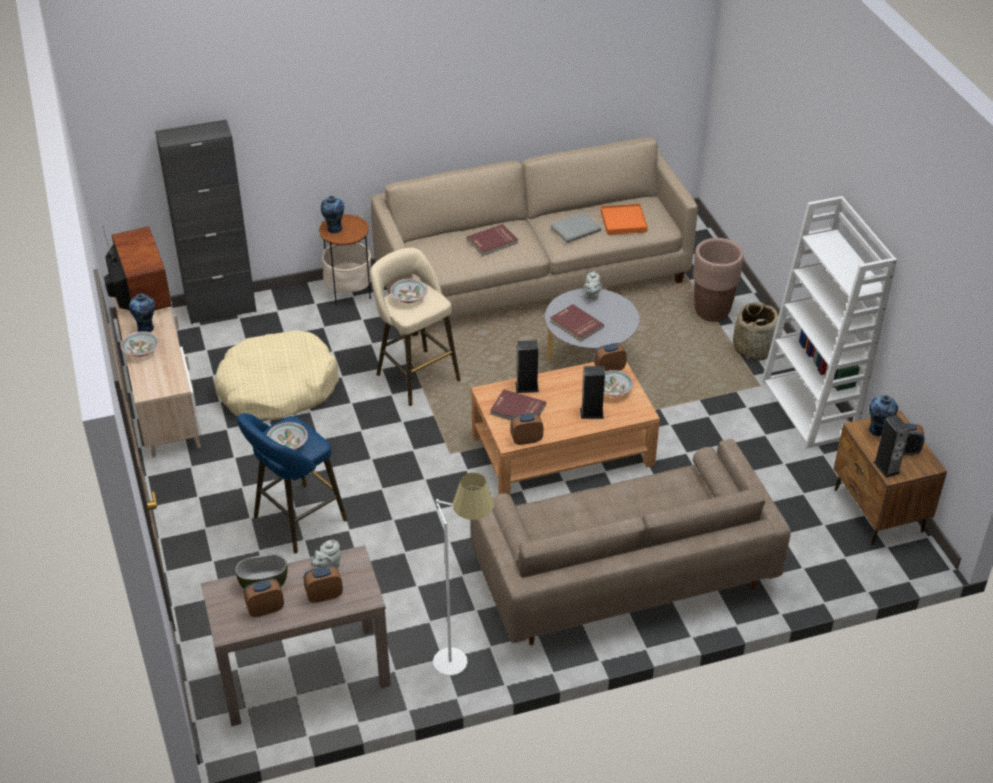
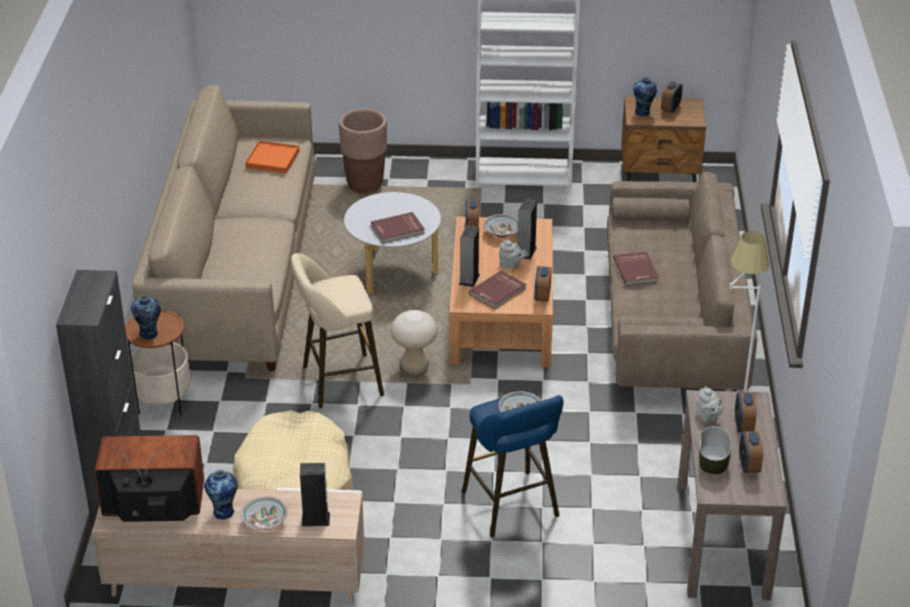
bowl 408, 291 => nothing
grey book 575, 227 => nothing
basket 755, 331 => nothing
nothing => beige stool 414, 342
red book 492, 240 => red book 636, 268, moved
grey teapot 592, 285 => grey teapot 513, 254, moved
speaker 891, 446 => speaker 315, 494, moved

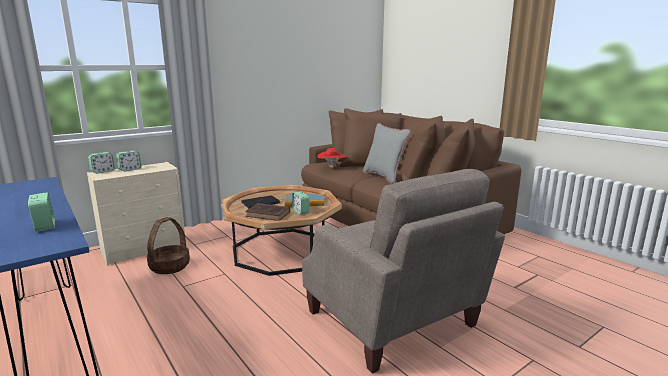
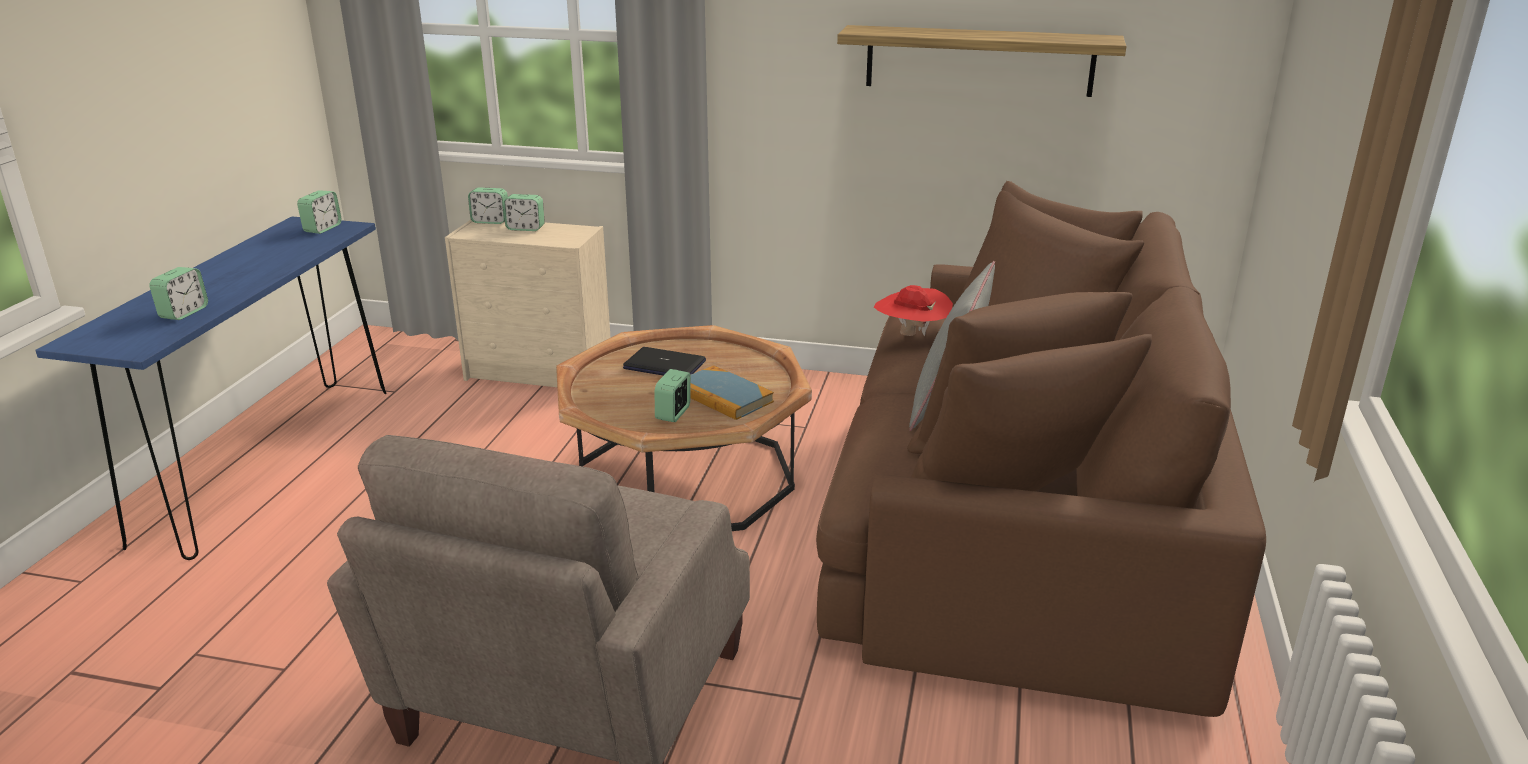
basket 168, 245 => nothing
brown book 268, 212 => nothing
nothing => alarm clock 319, 212
nothing => shelf 981, 61

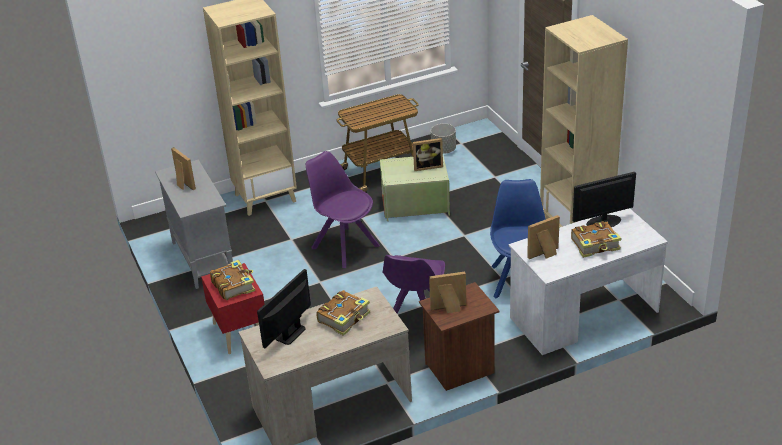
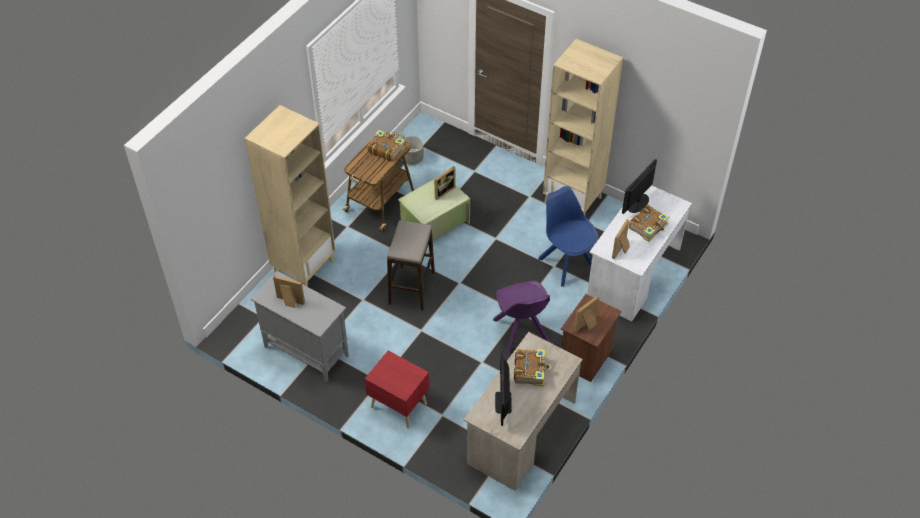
book 232, 280 => book 386, 145, moved
purple chair 343, 209 => stool 411, 265

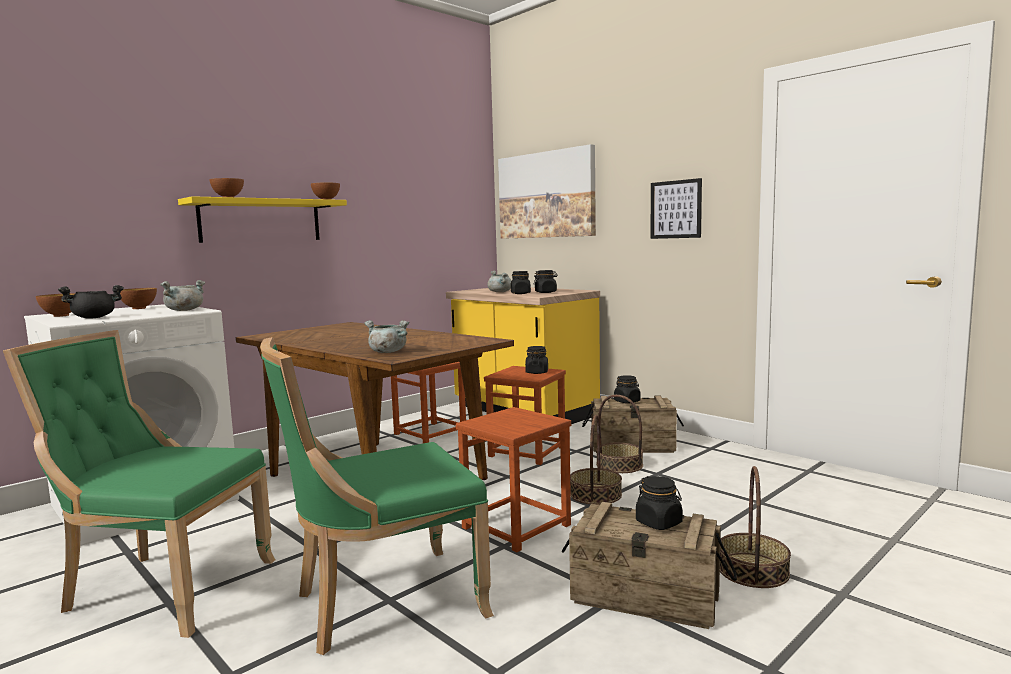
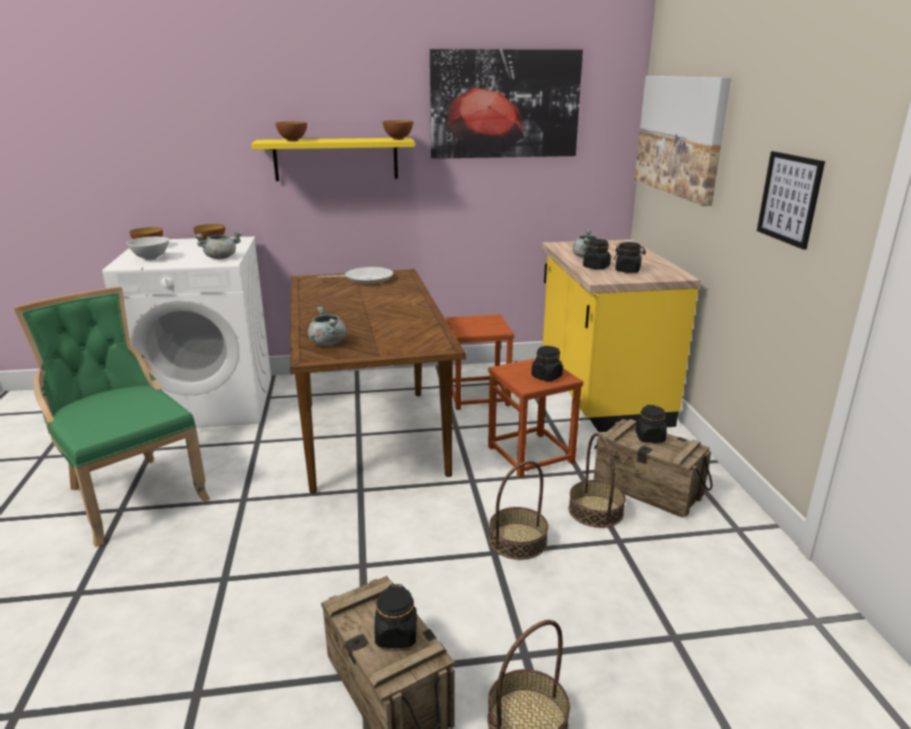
green chair 377, 496 => nothing
brown stool 513, 480 => nothing
nothing => frying pan 355, 276
nothing => picture 506, 104
black cooking pot 91, 301 => white bowl 148, 249

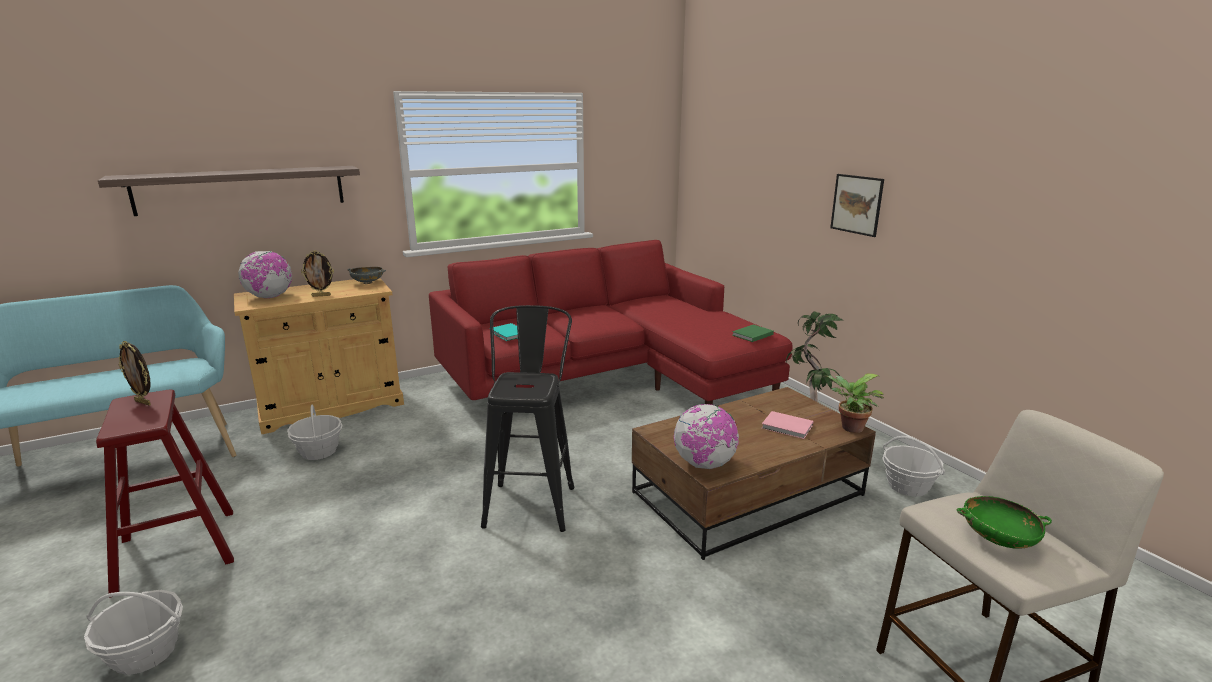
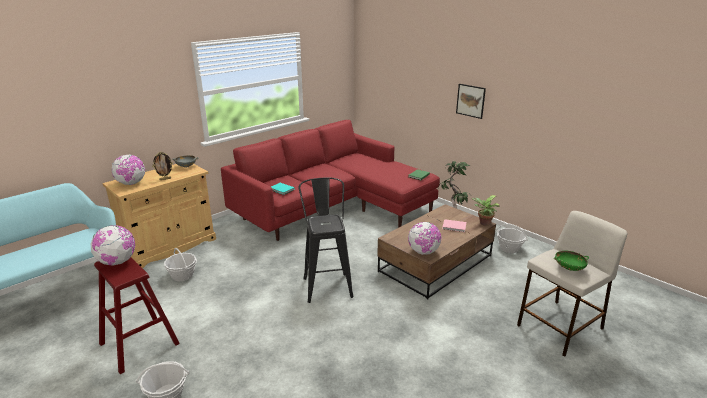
shelf 229, 191 => nothing
picture frame 134, 373 => globe 113, 245

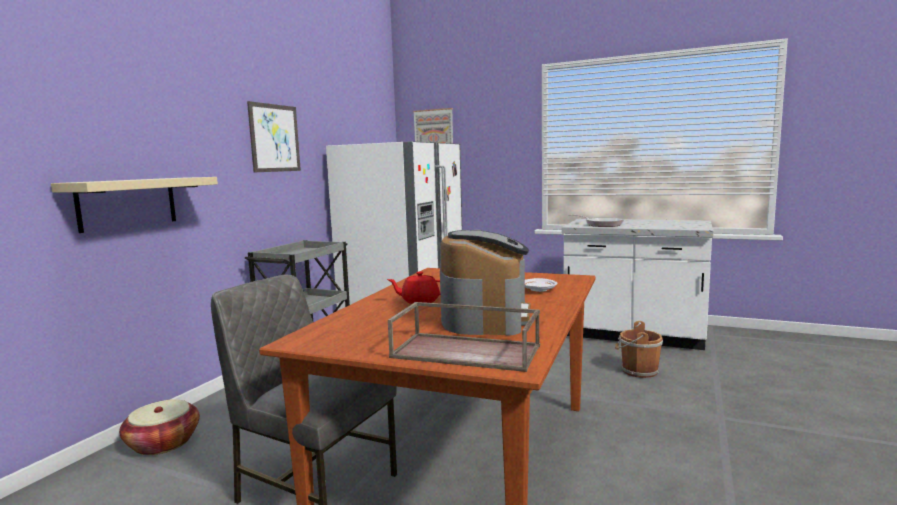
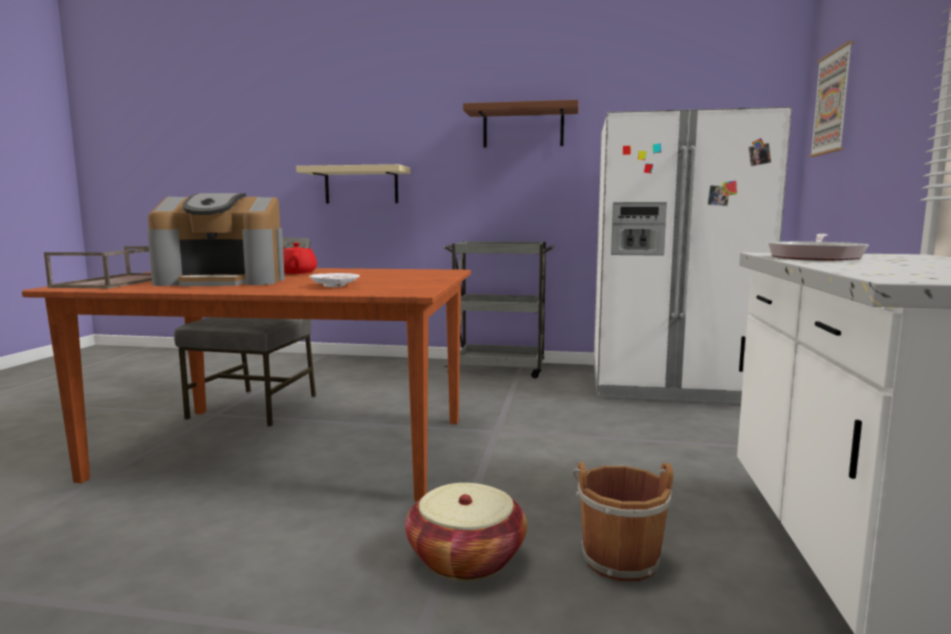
basket 159, 427 => basket 466, 532, moved
picture 274, 136 => brown shelf 521, 124

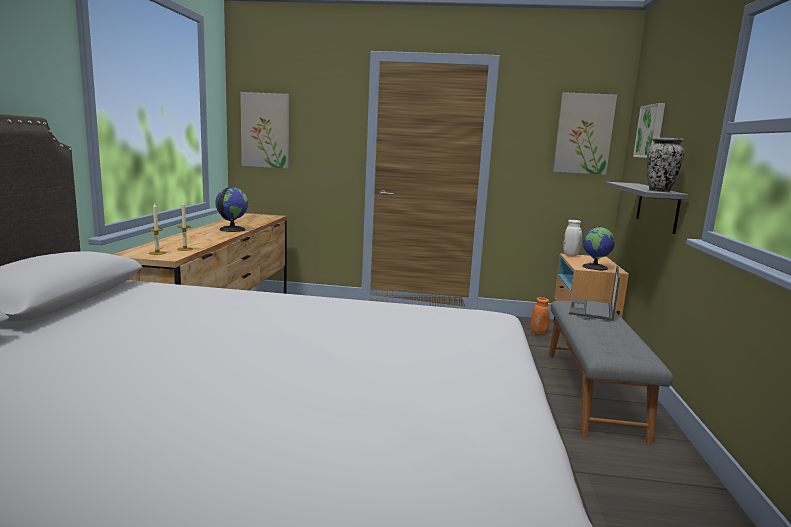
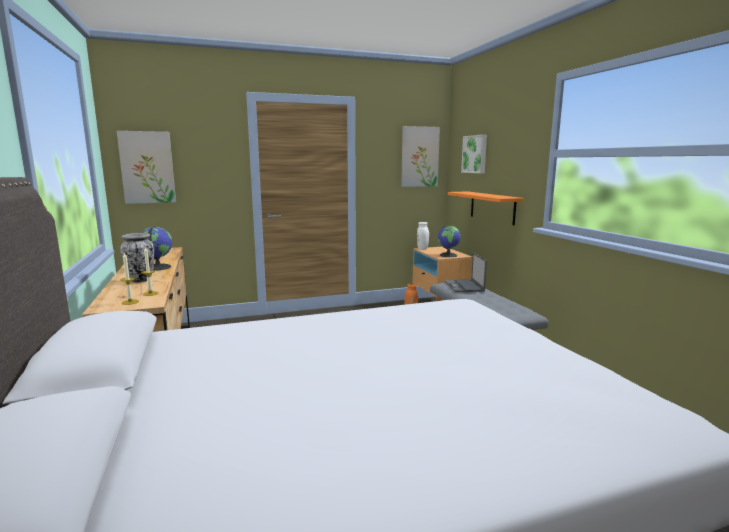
vase 665, 165 => vase 137, 258, moved
grey shelf 647, 208 => orange shelf 486, 208

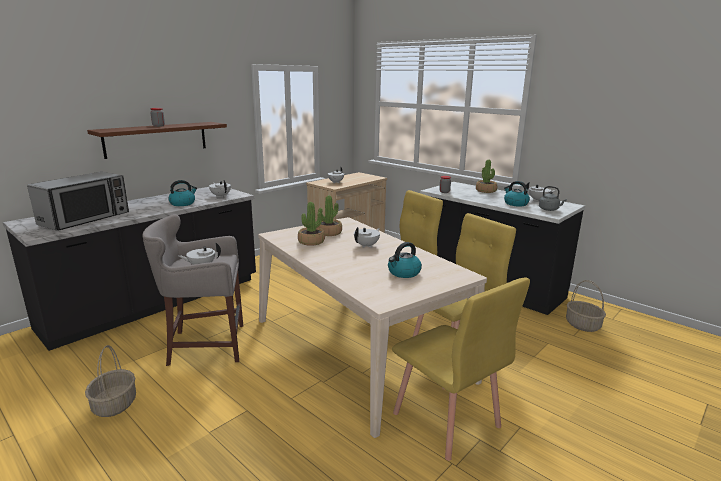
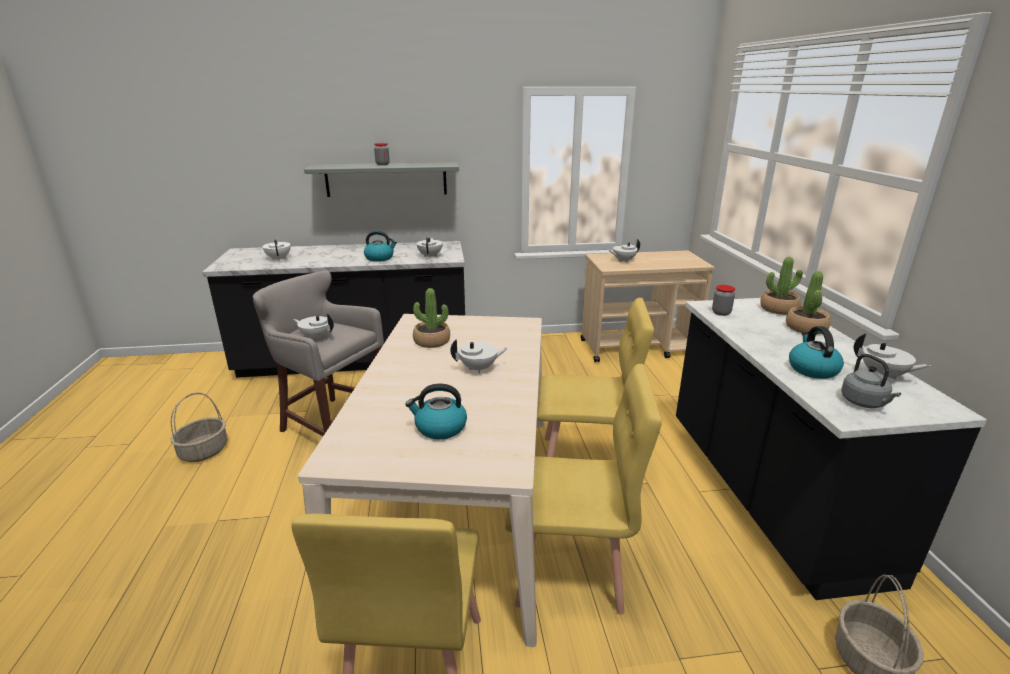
potted plant 330, 215 => potted plant 781, 286, moved
microwave 78, 201 => white teapot 276, 249
brown shelf 157, 140 => grey shelf 381, 179

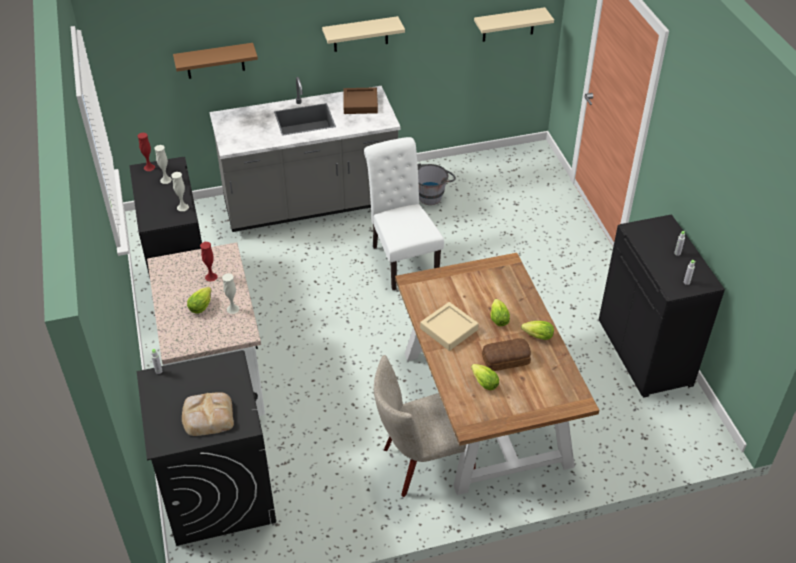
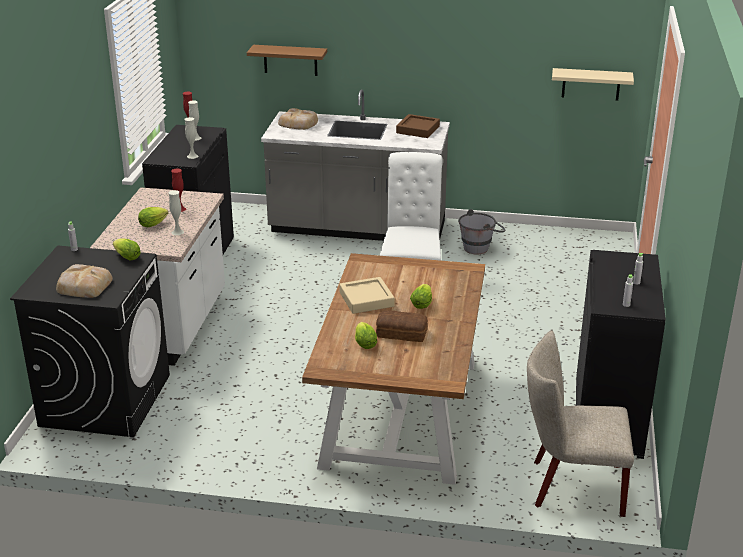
beige shelf 363, 34 => nothing
nothing => bread 298, 119
beige chair 425, 426 => beige chair 580, 424, moved
lettuce 537, 330 => lettuce 127, 249, moved

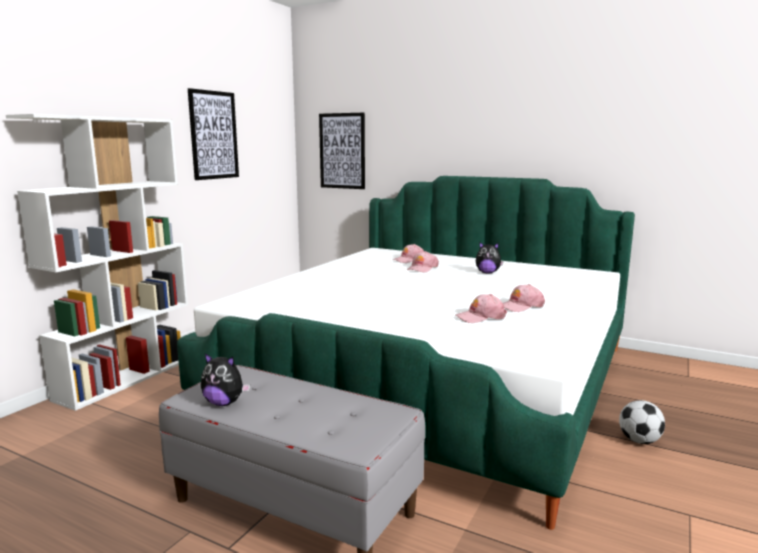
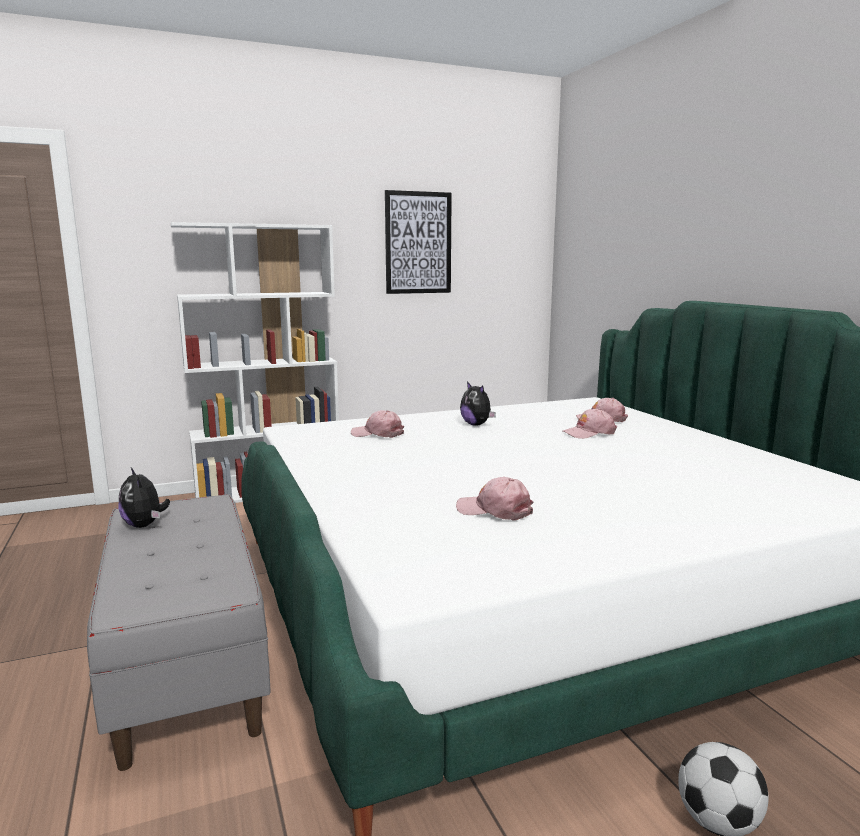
picture 342, 151 => nothing
plush toy 490, 257 => plush toy 478, 404, moved
pink cap 524, 298 => pink cap 377, 424, moved

